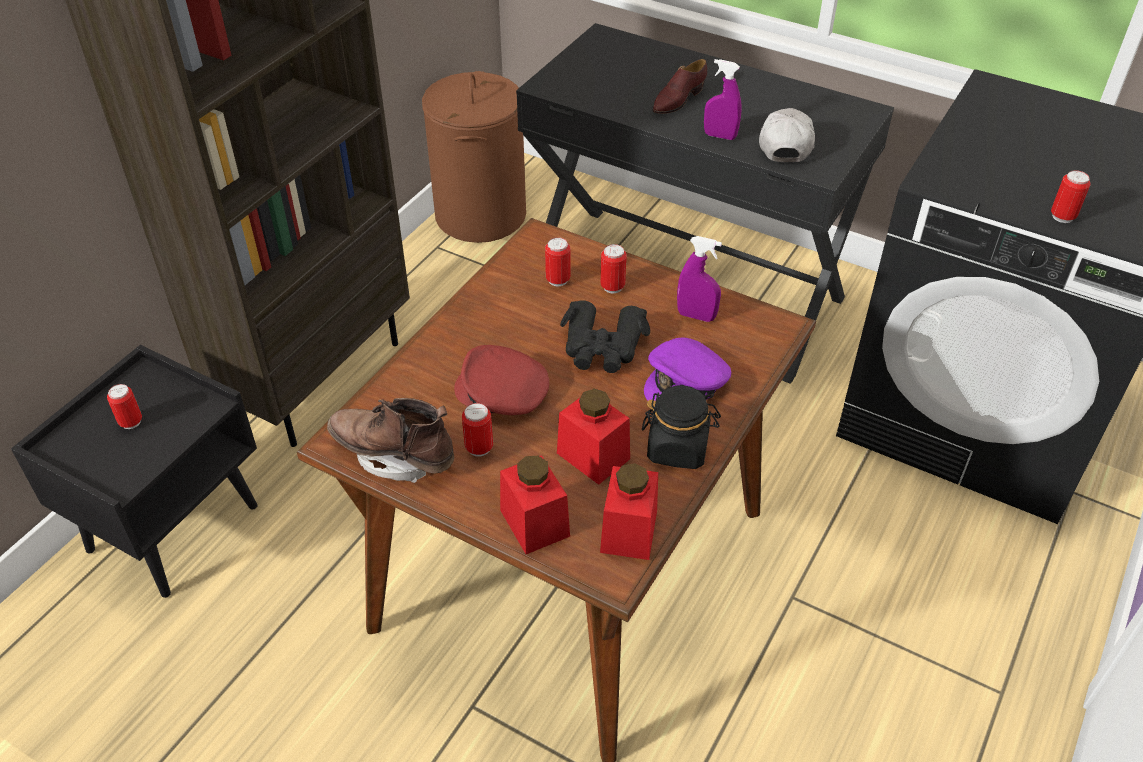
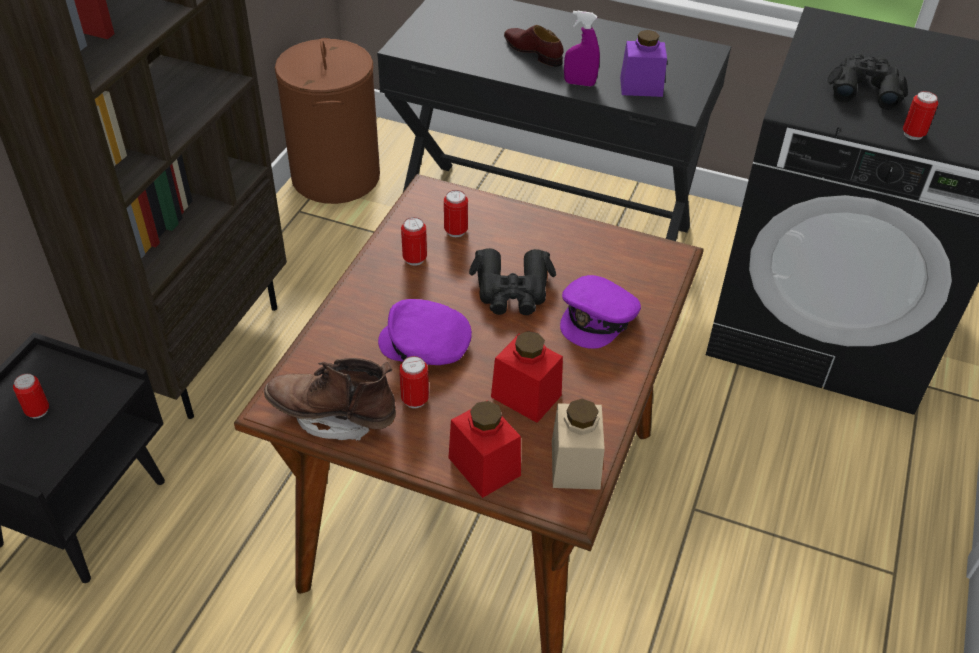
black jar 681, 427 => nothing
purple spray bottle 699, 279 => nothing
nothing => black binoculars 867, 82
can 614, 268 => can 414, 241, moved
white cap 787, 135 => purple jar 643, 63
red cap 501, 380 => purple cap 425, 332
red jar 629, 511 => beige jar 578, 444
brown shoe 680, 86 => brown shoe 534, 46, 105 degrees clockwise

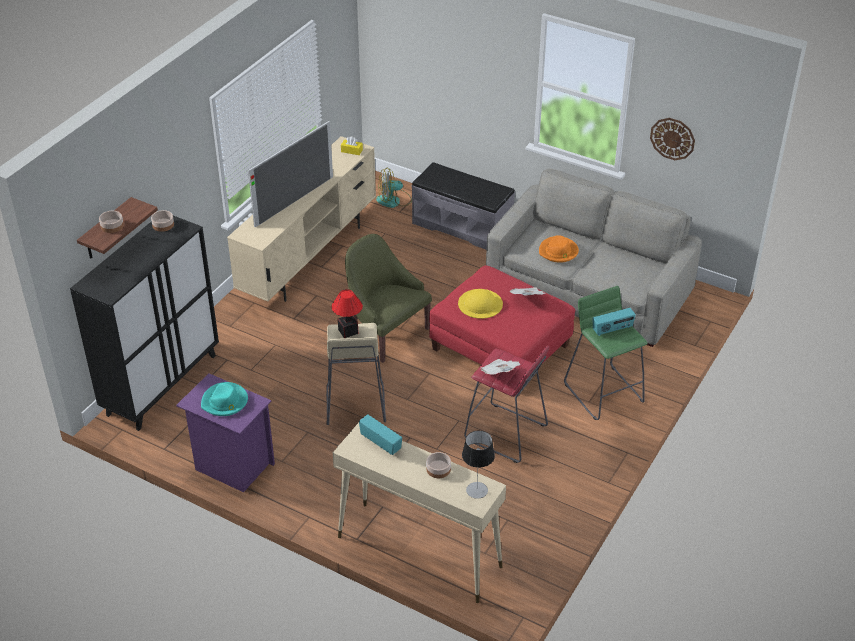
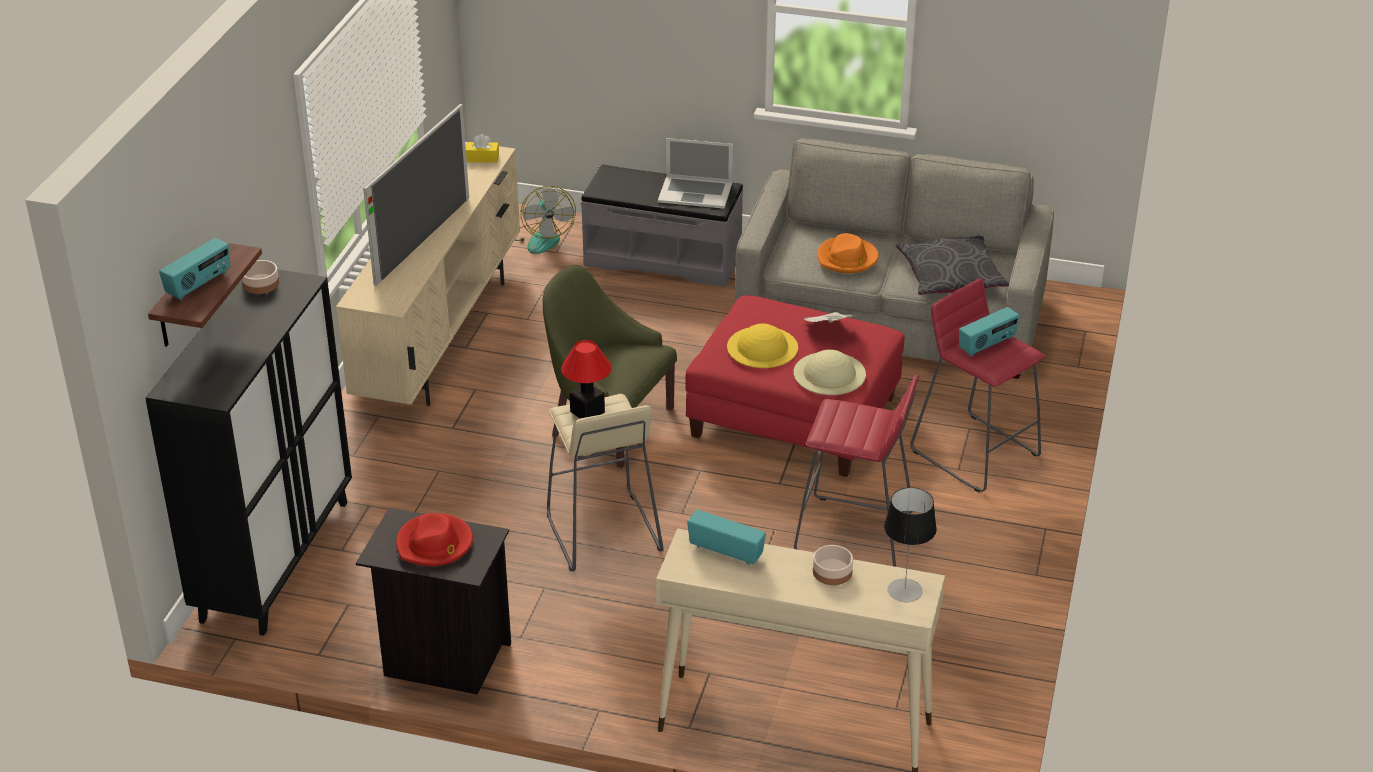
newspaper 501, 367 => nothing
wall clock 672, 139 => nothing
nothing => laptop 695, 173
nothing => beige hat 830, 372
nothing => grey pillow 952, 265
bowl 111, 222 => radio 194, 269
purple nightstand 225, 433 => black nightstand 433, 601
turquoise hat 224, 399 => red hat 434, 539
green stool 606, 353 => red stool 977, 385
fan 394, 188 => fan 545, 220, 75 degrees counterclockwise

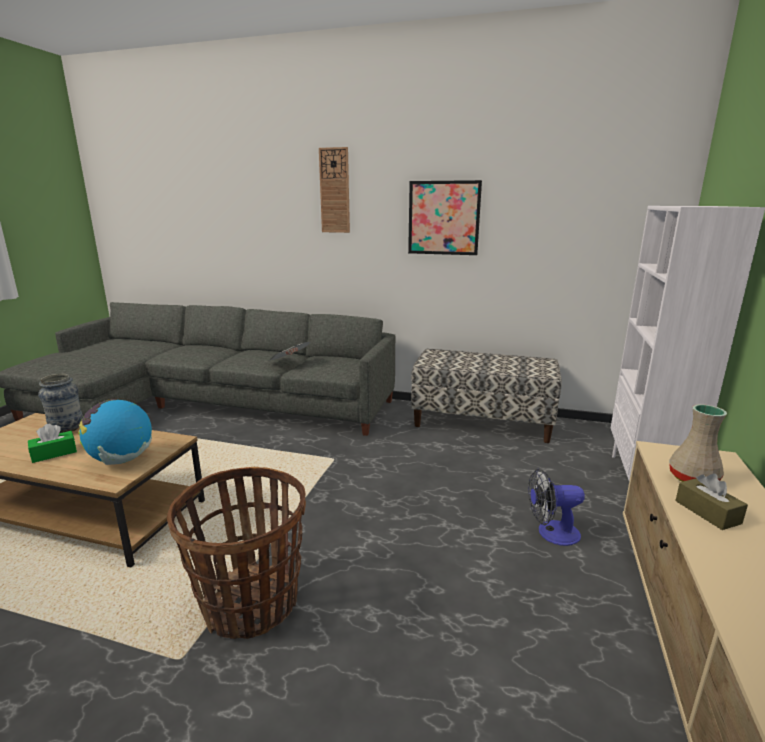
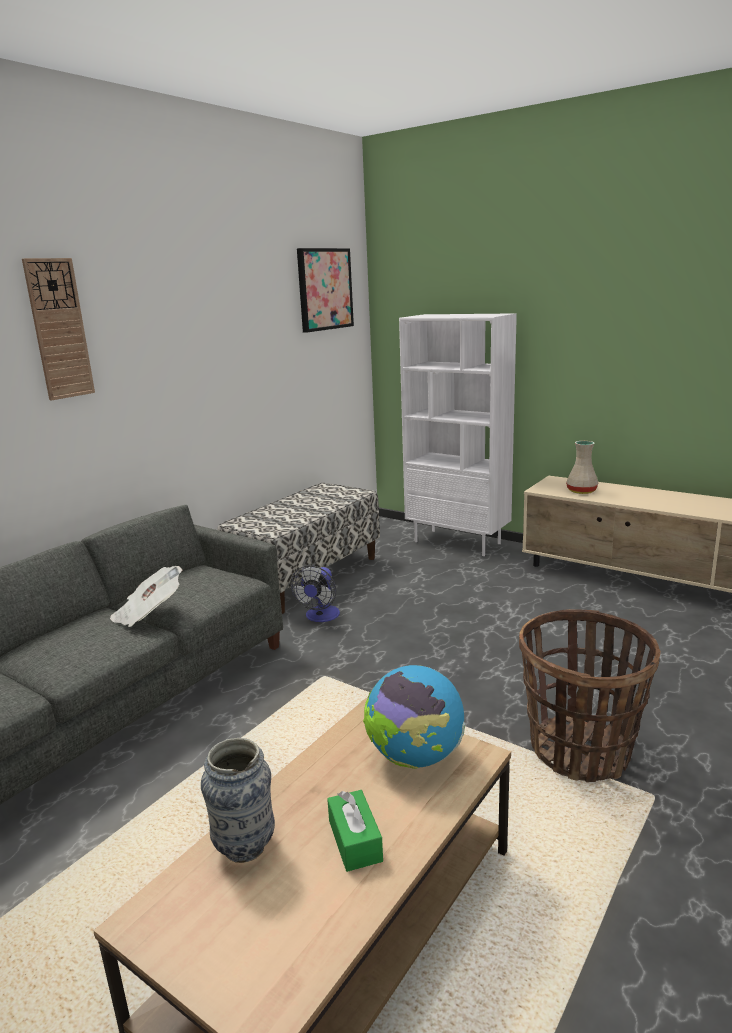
brown tissue box 711, 501 => nothing
picture 445, 217 => picture 325, 290, moved
fan 556, 507 => fan 315, 593, moved

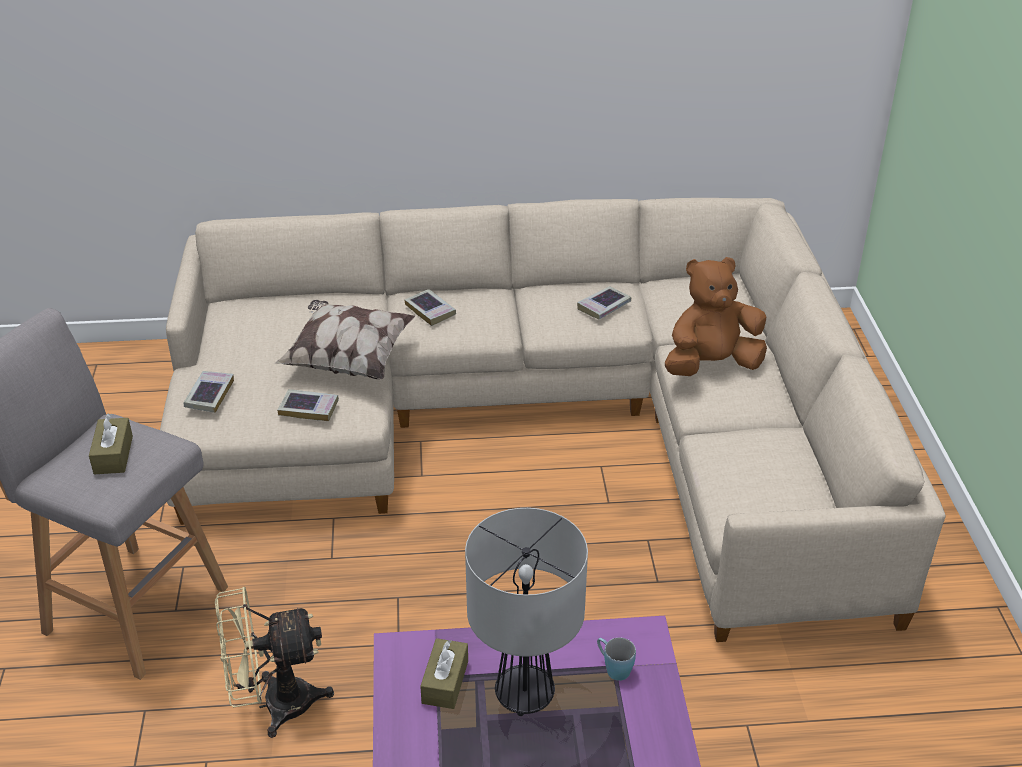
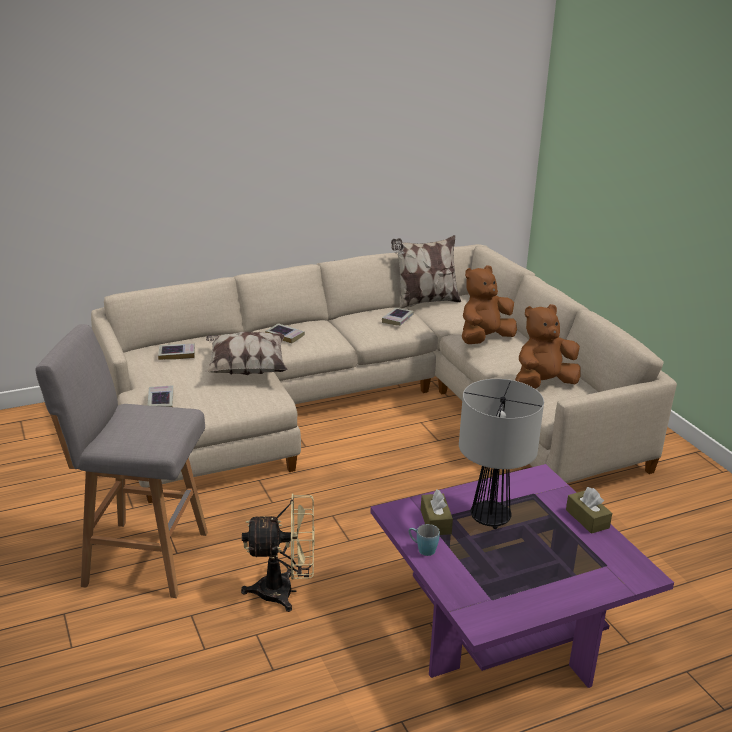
nothing => pillow 426, 272
nothing => brown plush toy 548, 346
brown tissue box 111, 444 => brown tissue box 589, 510, moved
book 308, 405 => book 176, 352, moved
blue mug 616, 659 => blue mug 424, 540, moved
beige fan 274, 662 => beige fan 277, 552, 150 degrees counterclockwise

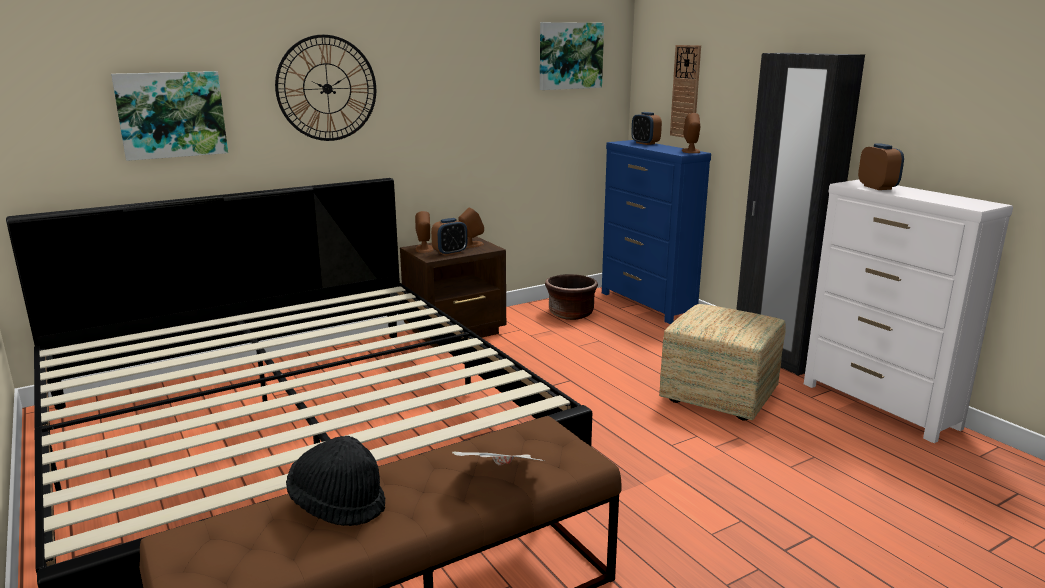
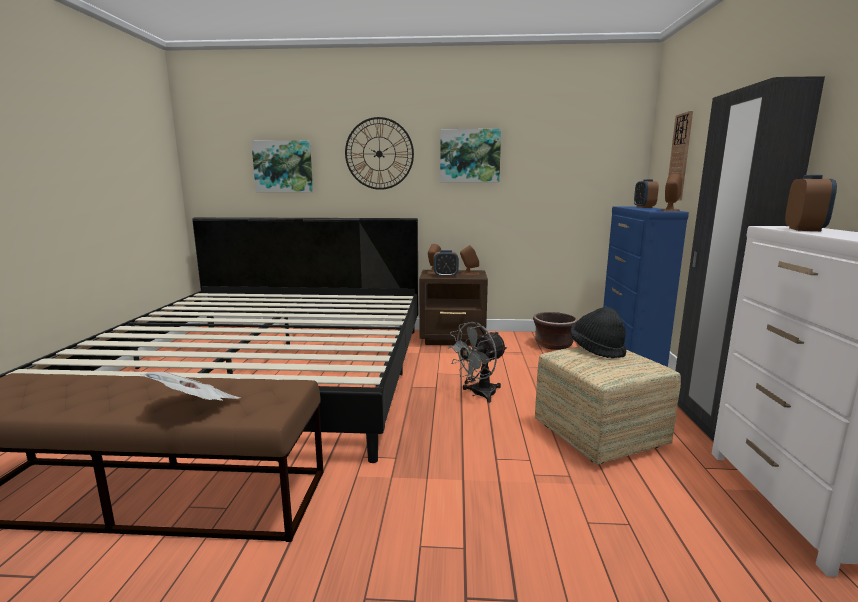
nothing => grey fan 477, 362
black hat 335, 481 => black hat 598, 332, moved
picture 572, 56 => picture 470, 155, moved

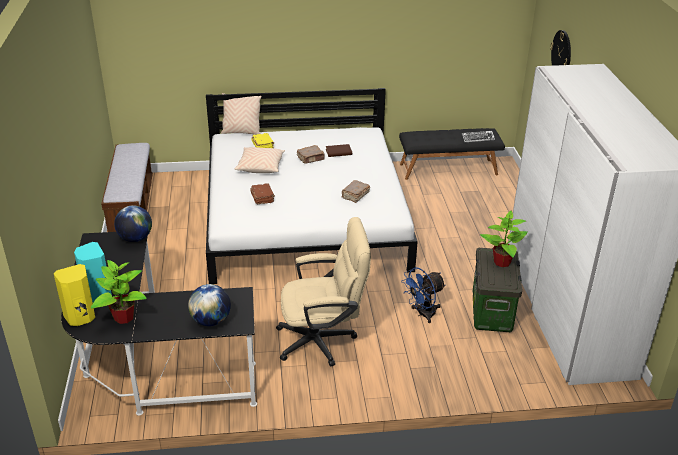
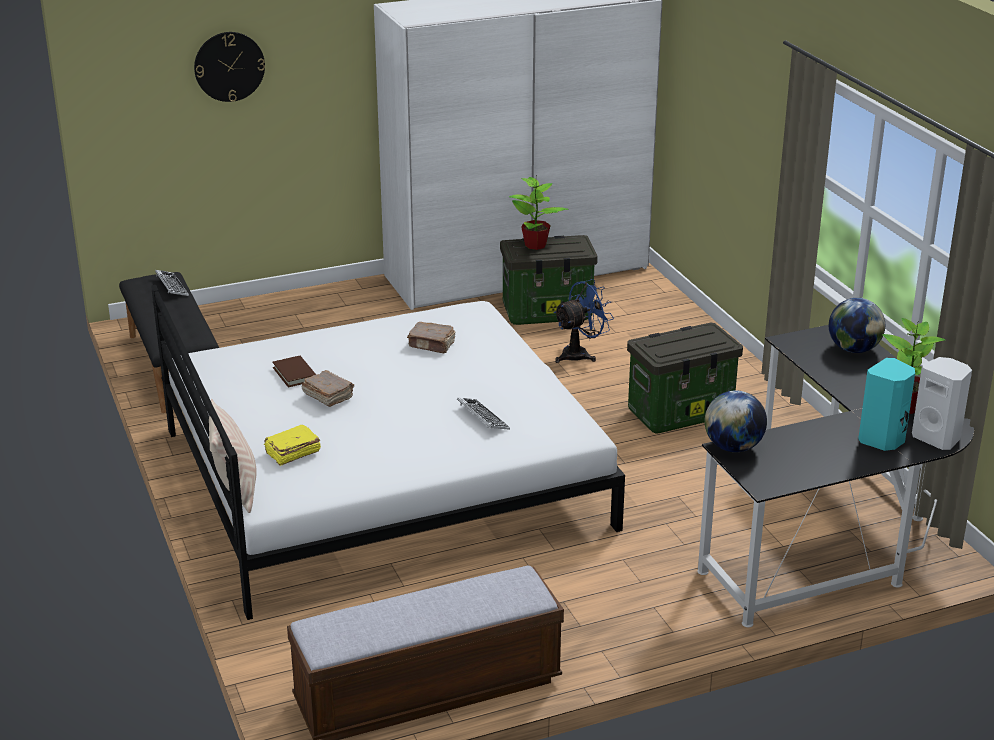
beige pillow 260, 160 => nothing
brown book 262, 193 => keyboard 483, 414
beige office chair 323, 291 => storage box 685, 378
yellow speaker 74, 295 => white speaker 942, 403
blue fan 423, 295 => blue fan 584, 321, 75 degrees counterclockwise

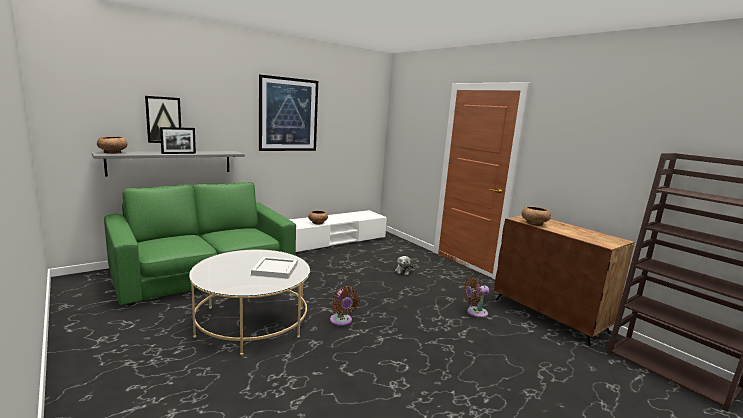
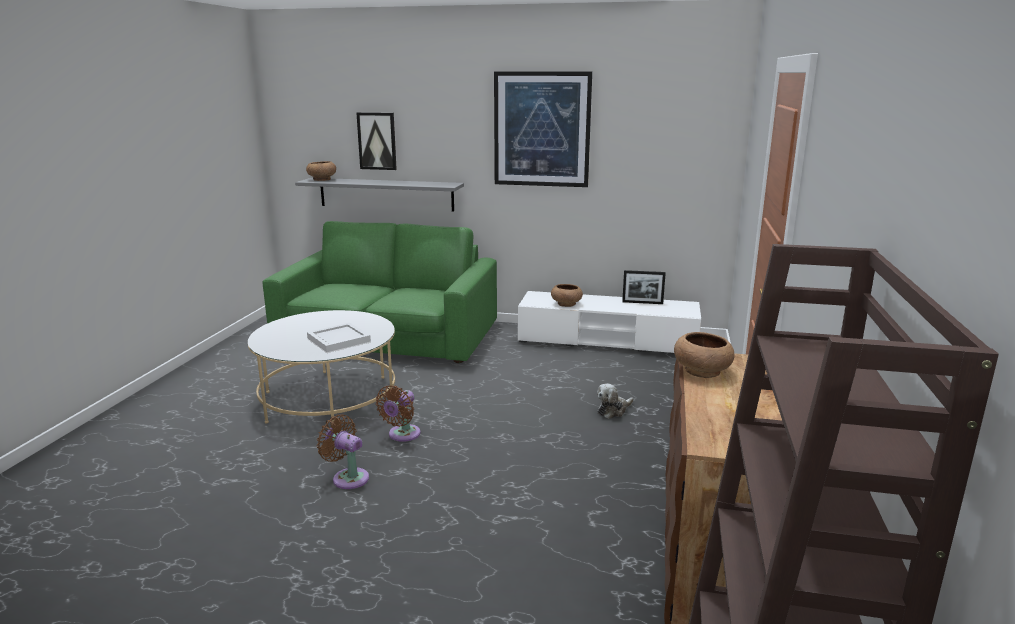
picture frame 178, 140 => picture frame 644, 287, moved
brown fan 476, 297 => brown fan 343, 452, moved

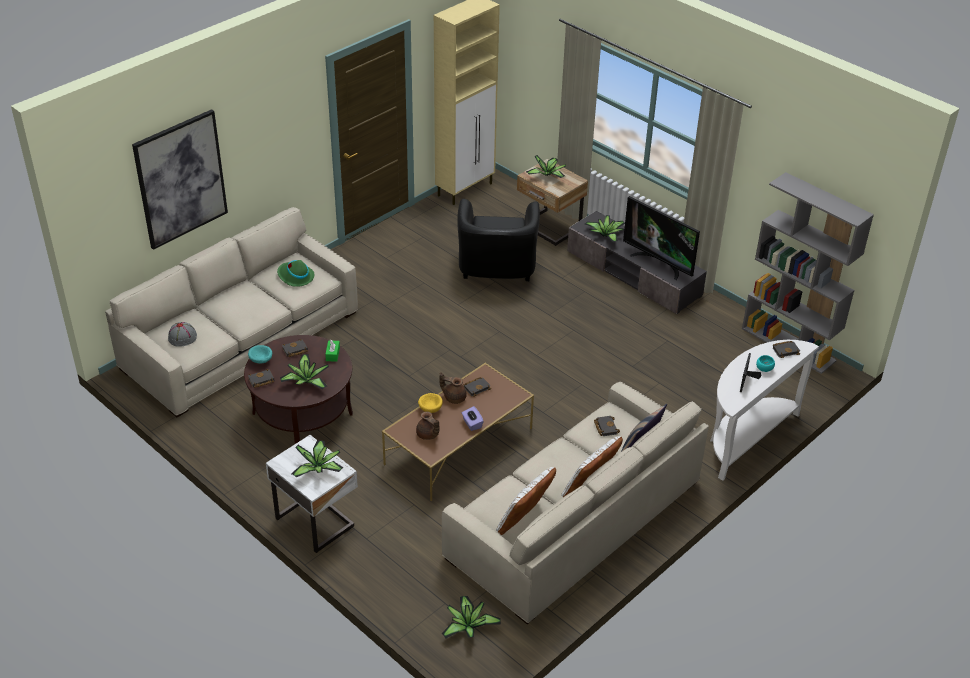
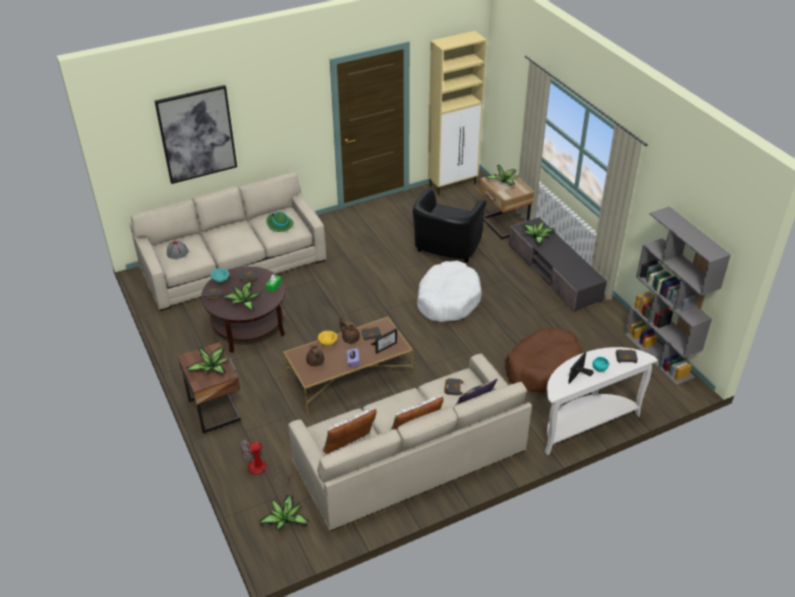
television 661, 238 => nothing
nothing => fan 267, 462
nothing => picture frame 384, 341
nothing => white dog bed 449, 291
nothing => brown dog bed 544, 360
white nightstand 312, 494 => brown nightstand 209, 388

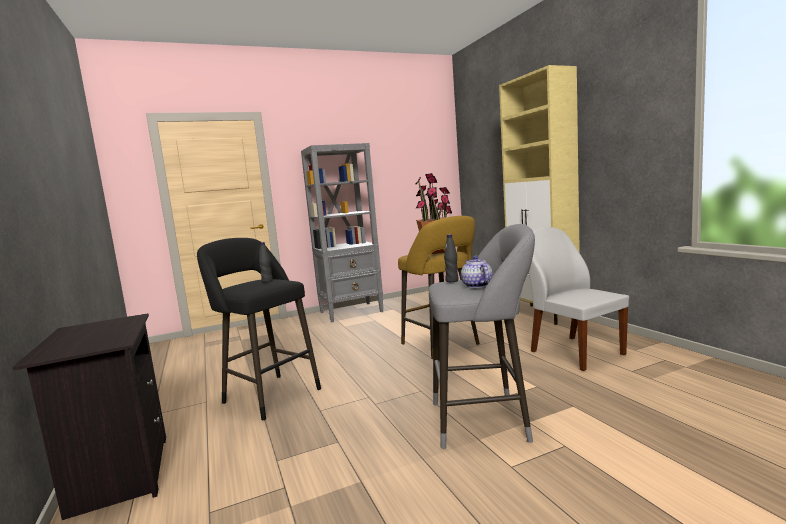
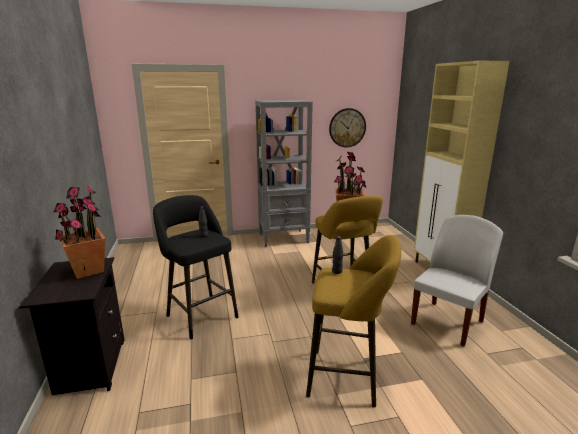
teapot 476, 272 => nothing
nothing => potted plant 79, 232
nothing => wall clock 347, 127
grey stool 482, 336 => yellow stool 353, 321
white chair 578, 299 => white chair 457, 280, 60 degrees clockwise

